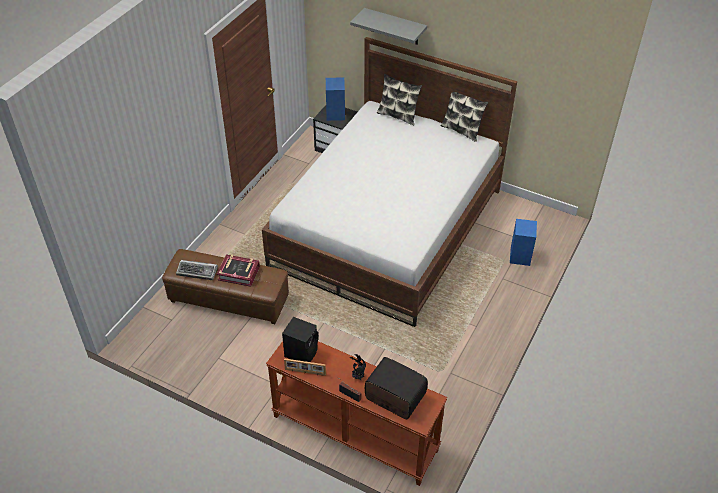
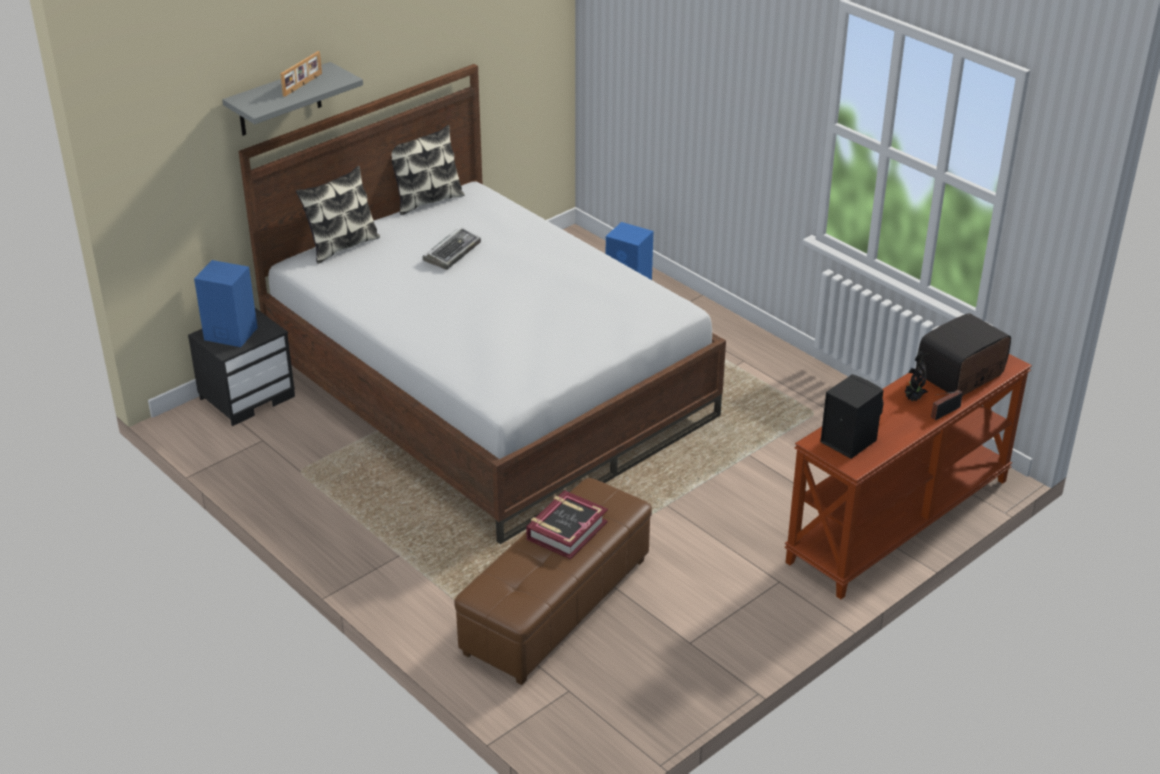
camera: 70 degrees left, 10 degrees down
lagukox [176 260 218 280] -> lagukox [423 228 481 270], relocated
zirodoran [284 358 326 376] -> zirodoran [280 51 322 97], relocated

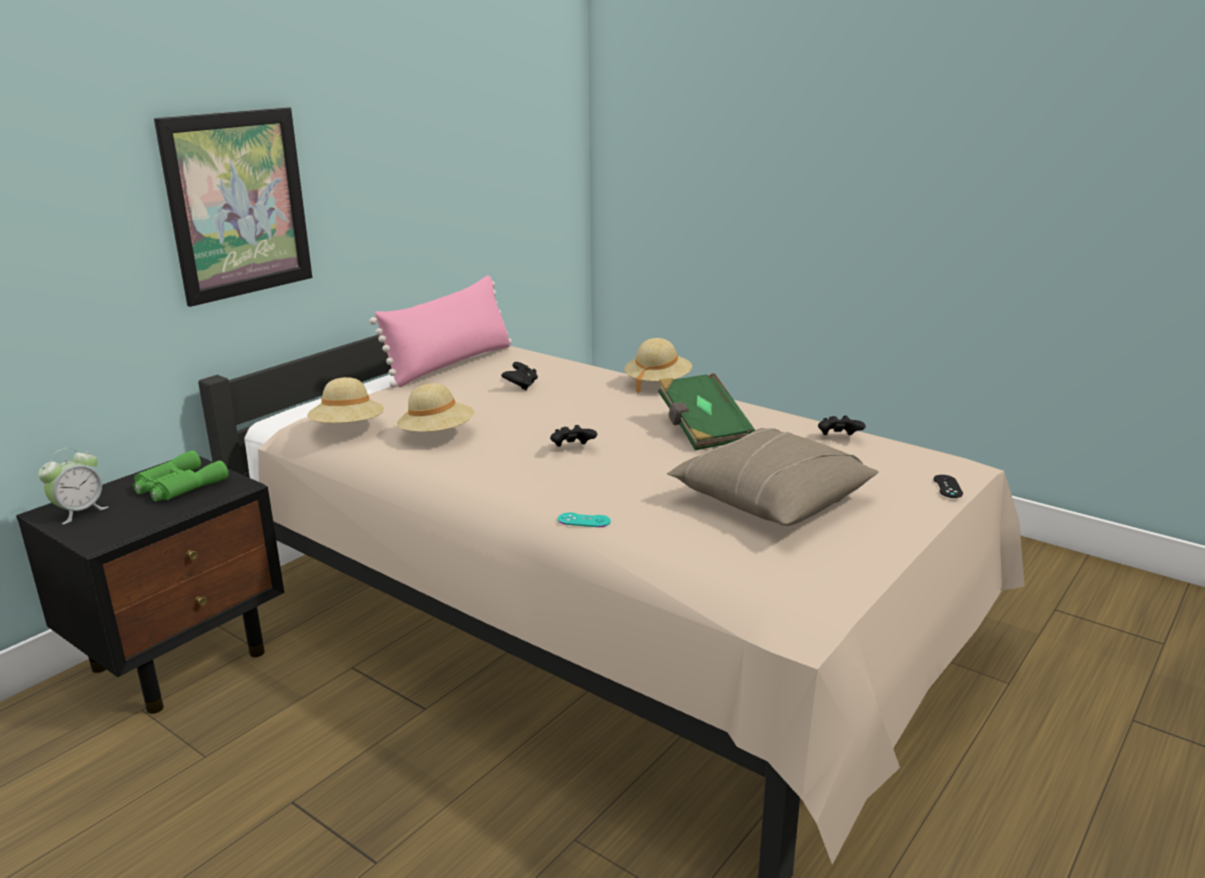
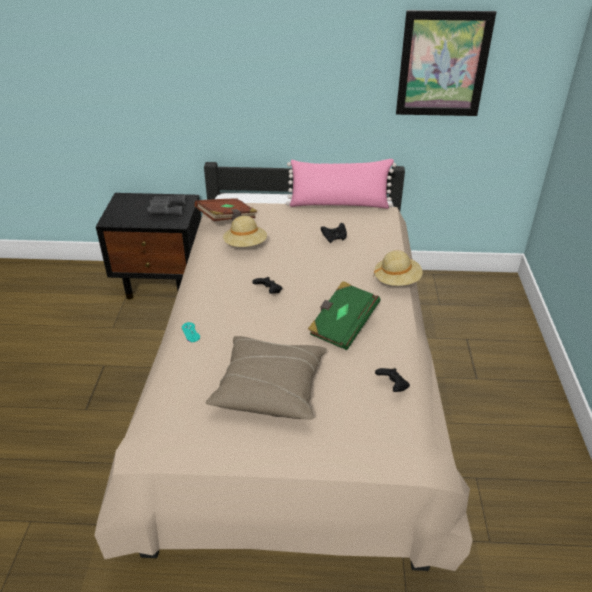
camera: 55 degrees right, 15 degrees up
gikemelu [154 107 312 307] -> gikemelu [396 10 496 116], relocated
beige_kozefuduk [307 377 384 423] -> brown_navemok [194 198 258 221]
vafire [38 448 108 524] -> none
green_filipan [133 450 229 501] -> grey_filipan [148 195 186 216]
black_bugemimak [934 475 963 498] -> none

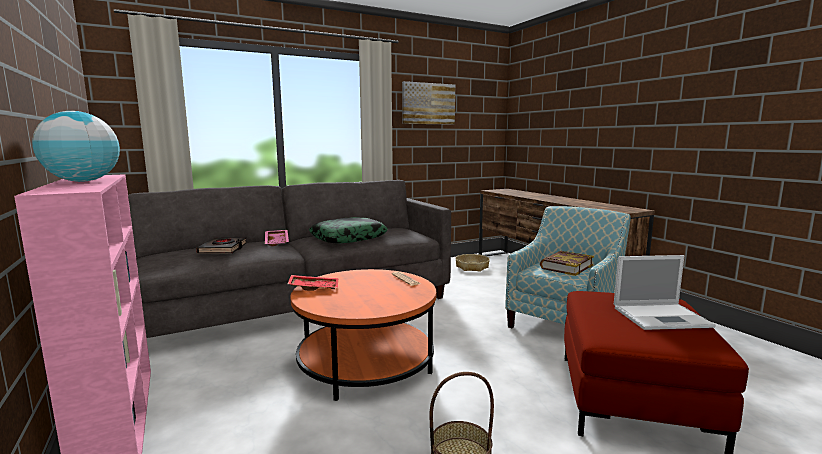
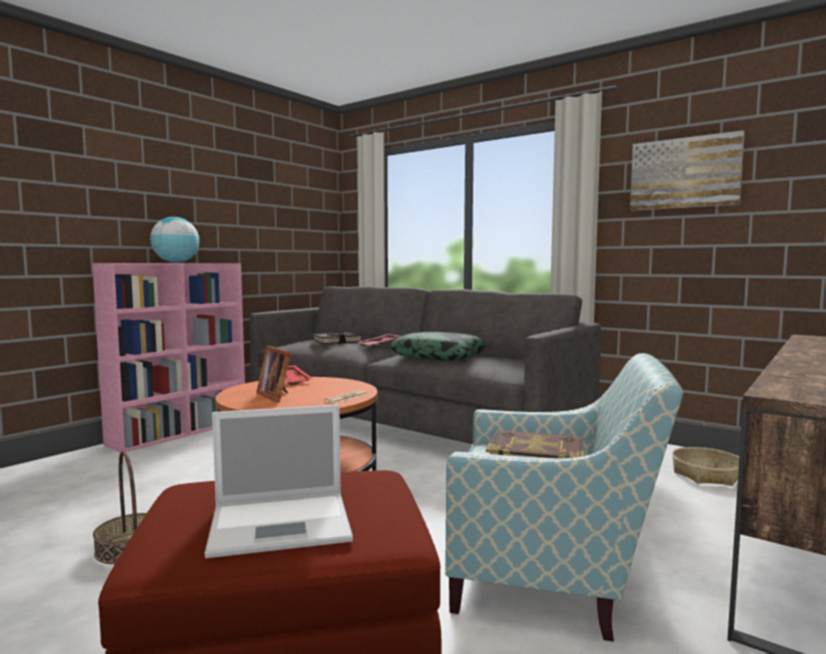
camera: 65 degrees right, 5 degrees down
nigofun [614 255 716 330] -> nigofun [205 405 353 558], 75 degrees counterclockwise
none -> zirodoran [256 346 291 403]

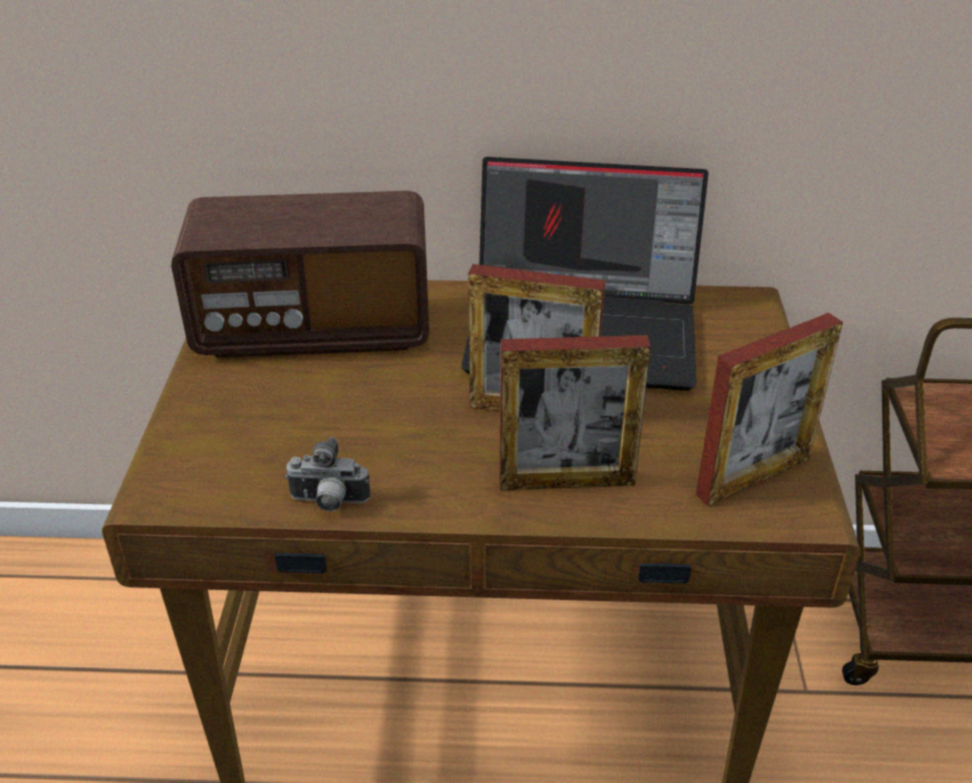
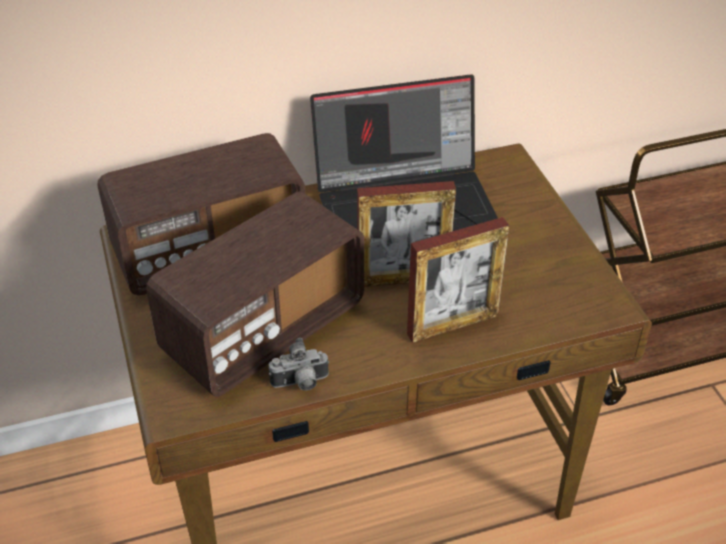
camera: 20 degrees left, 5 degrees up
zirodoran [696 313 843 506] -> none
none -> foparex [146 191 364 397]

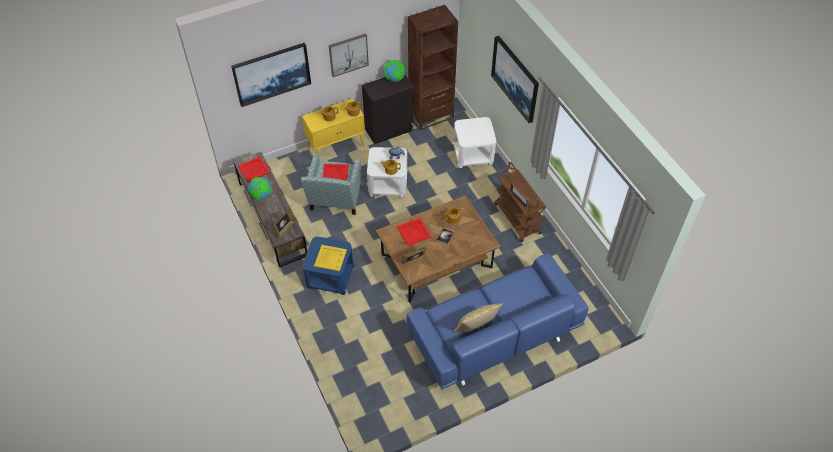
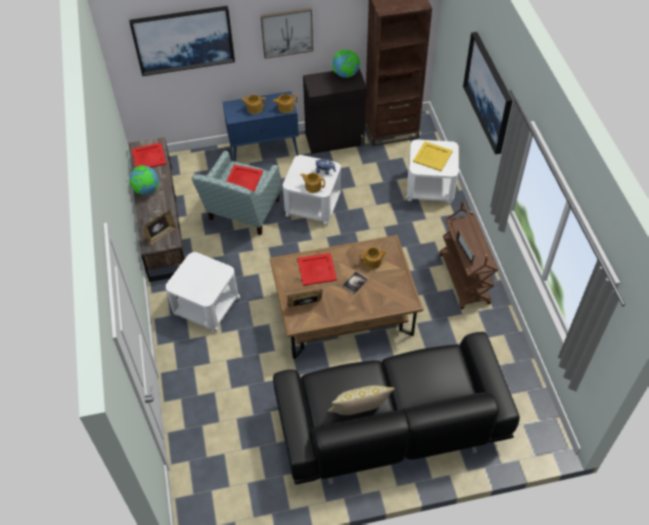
camera: 15 degrees right, 0 degrees up
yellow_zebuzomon [302 99 365 155] -> blue_zebuzomon [223 91 299 162]
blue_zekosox [302 237 355 295] -> white_zekosox [166 252 240 332]
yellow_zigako [314 245 347 271] -> yellow_zigako [413 141 453 171], relocated
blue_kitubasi [407 253 588 389] -> black_kitubasi [273 332 520 485]

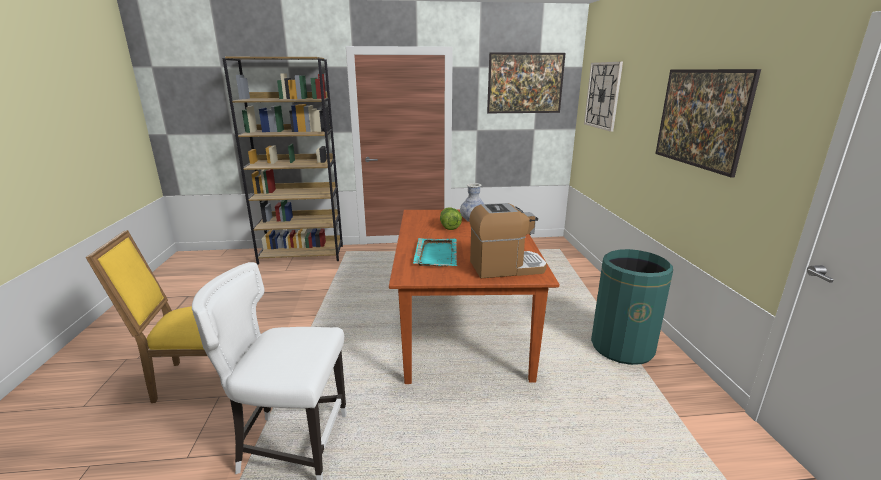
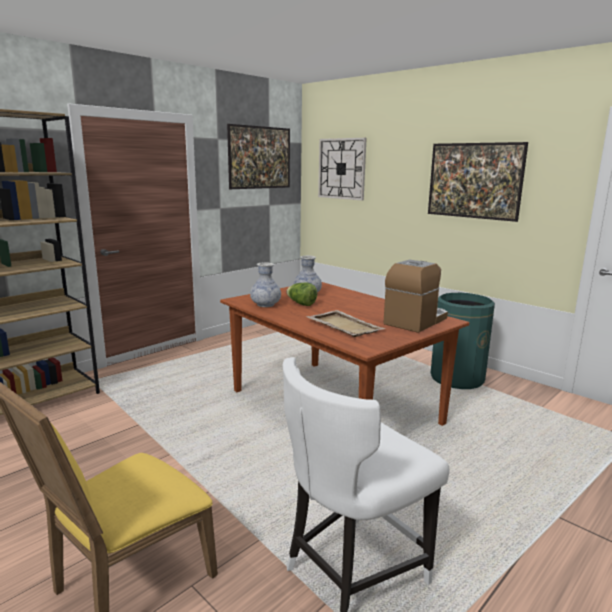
camera: 40 degrees left, 5 degrees down
turquoise_zigako [413 238 457 267] -> beige_zigako [306 310 386 337]
none -> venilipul [250 262 281 307]

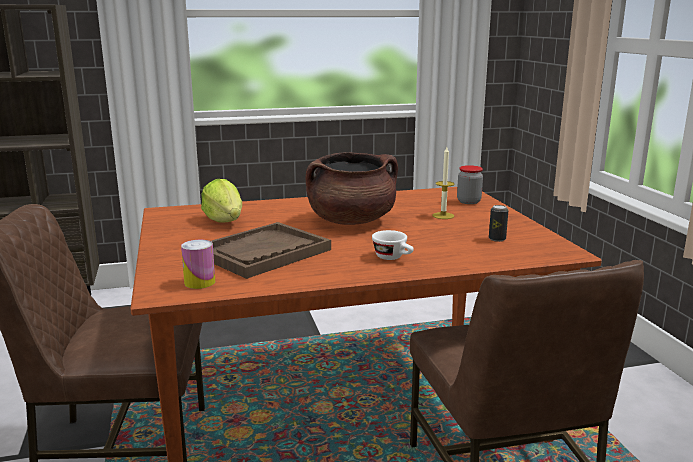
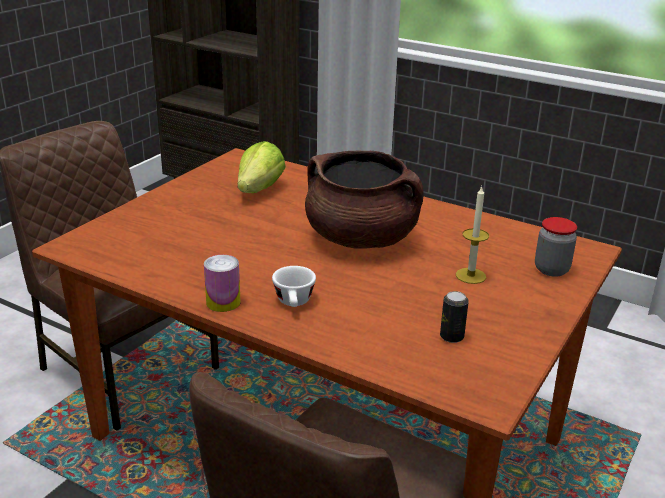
camera: 45 degrees right, 10 degrees up
brown_zigako [211 222 331 279] -> none
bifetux [181 240 215 289] -> bifetux [204 255 241 312], relocated

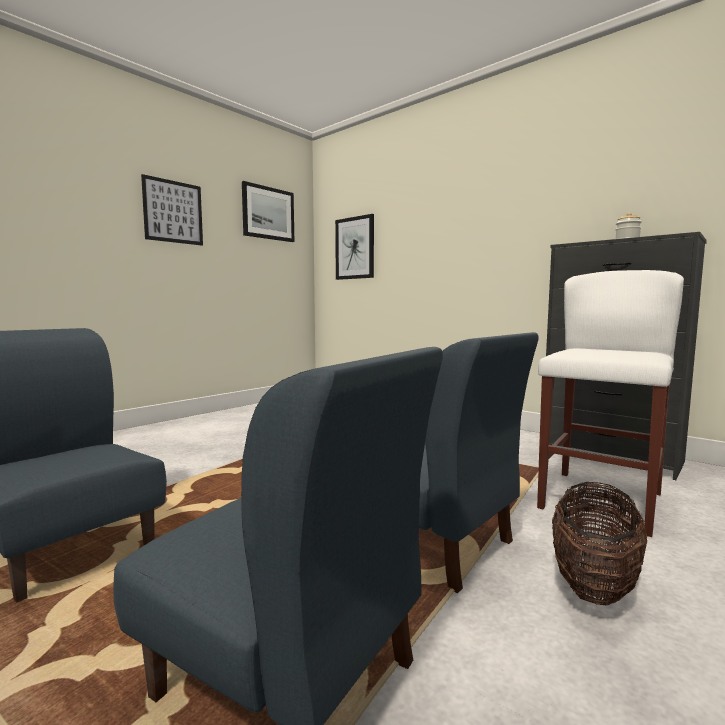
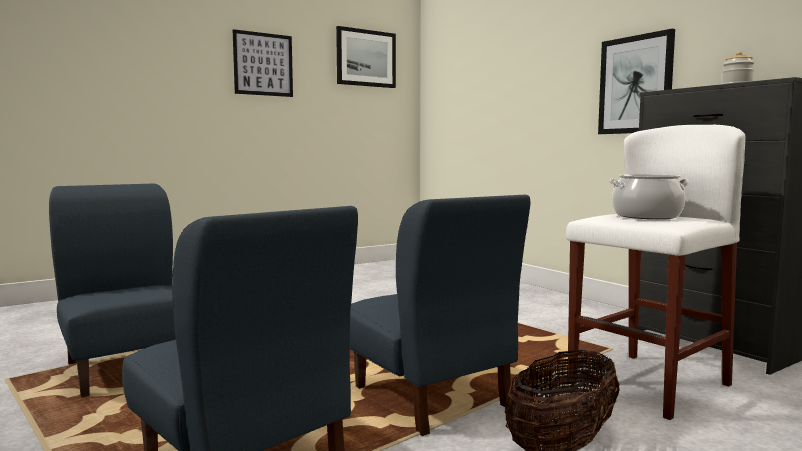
camera: 15 degrees right, 0 degrees up
gikemelu [335 214 374 280] -> gikemelu [598 29 675 134], relocated
none -> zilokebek [609 174 690 219]

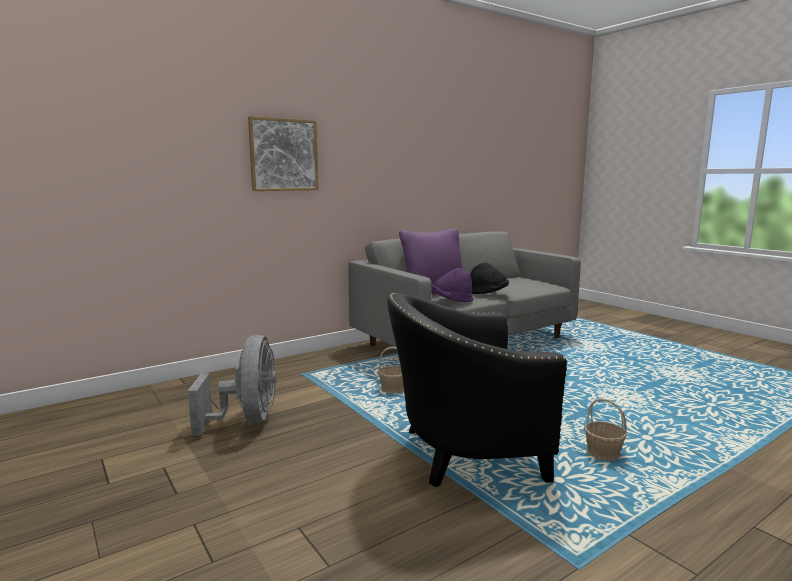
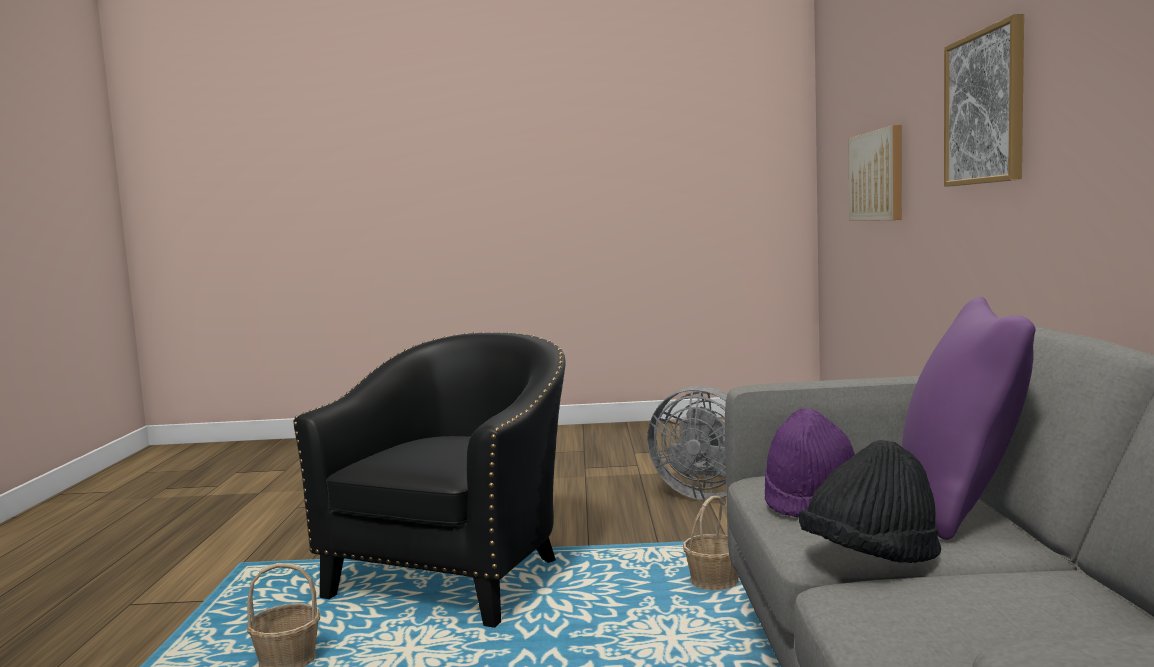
camera: 125 degrees right, 5 degrees down
none -> gikemelu [848 125 902 221]

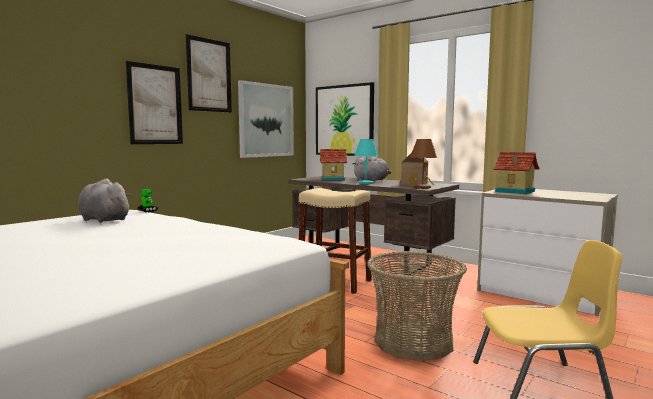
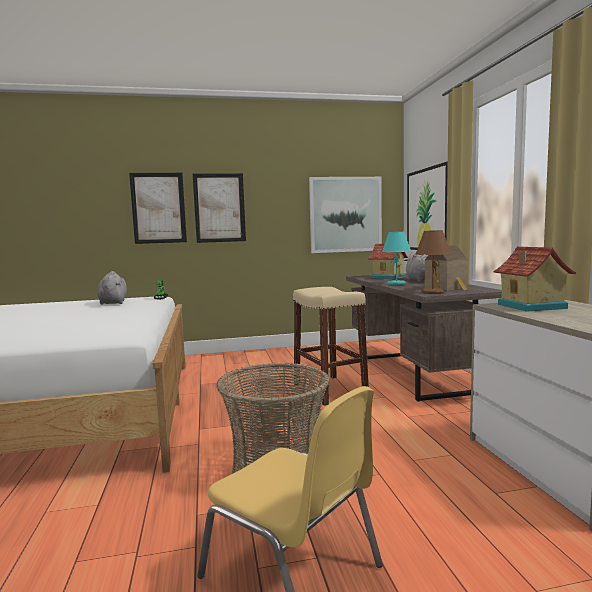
camera: 40 degrees right, 0 degrees up
gikemelu [186 34 232 113] -> gikemelu [129 173 187 244], relocated

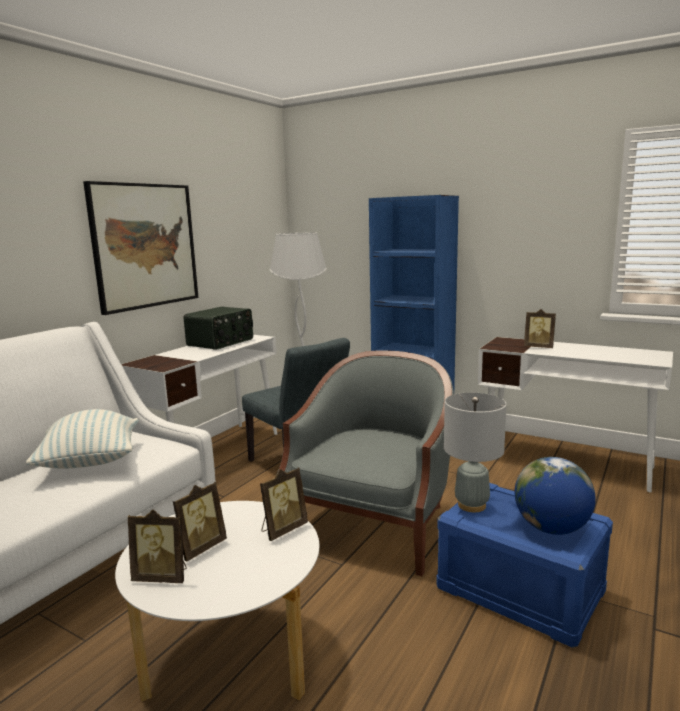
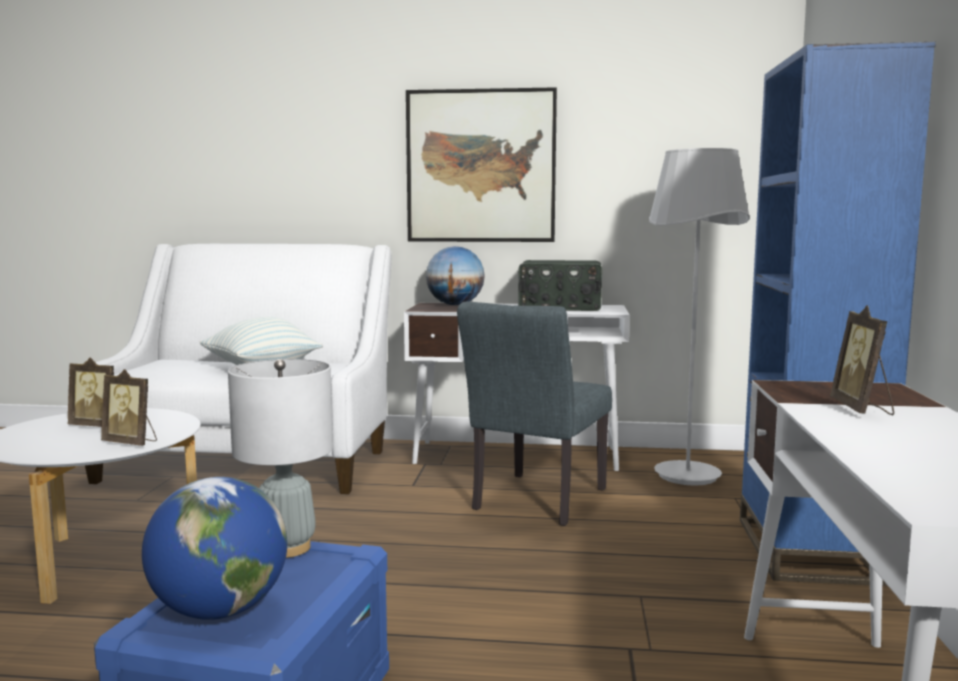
camera: 65 degrees right, 5 degrees down
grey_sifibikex [276 350 454 576] -> none
zirodoran [128 509 187 583] -> none
none -> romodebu [426 246 485 305]

